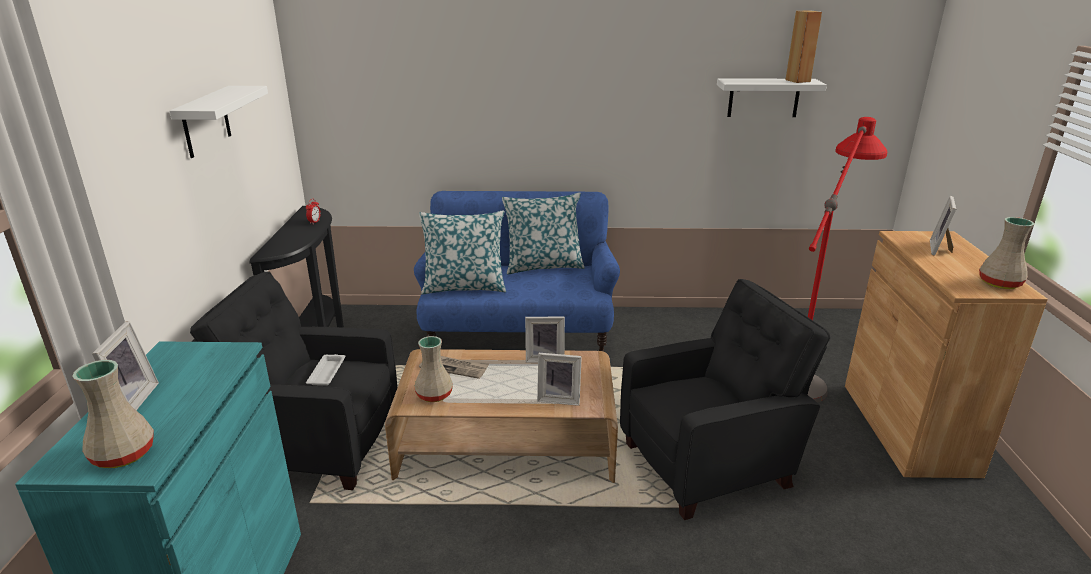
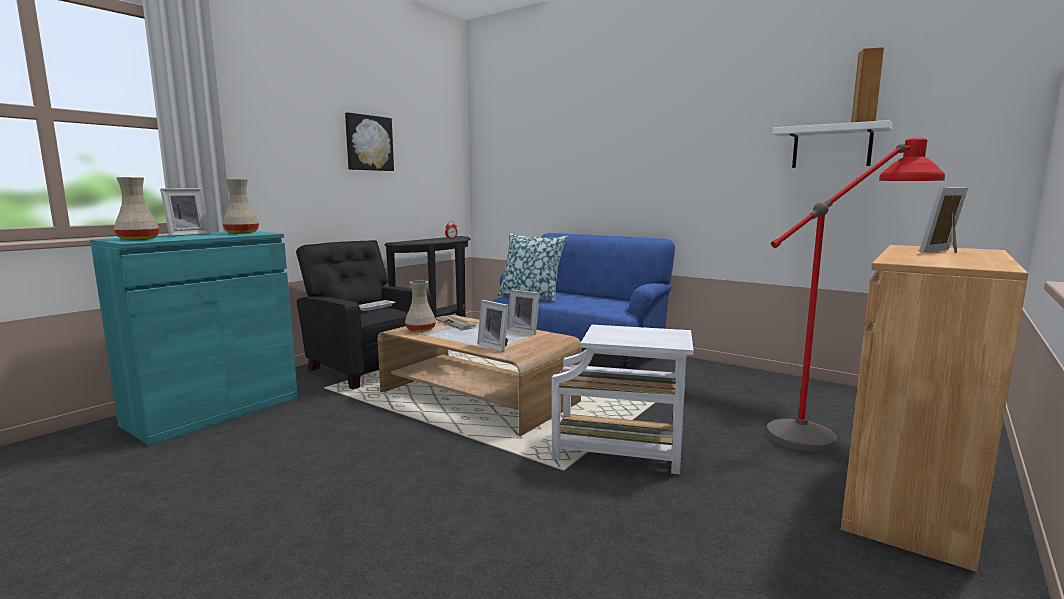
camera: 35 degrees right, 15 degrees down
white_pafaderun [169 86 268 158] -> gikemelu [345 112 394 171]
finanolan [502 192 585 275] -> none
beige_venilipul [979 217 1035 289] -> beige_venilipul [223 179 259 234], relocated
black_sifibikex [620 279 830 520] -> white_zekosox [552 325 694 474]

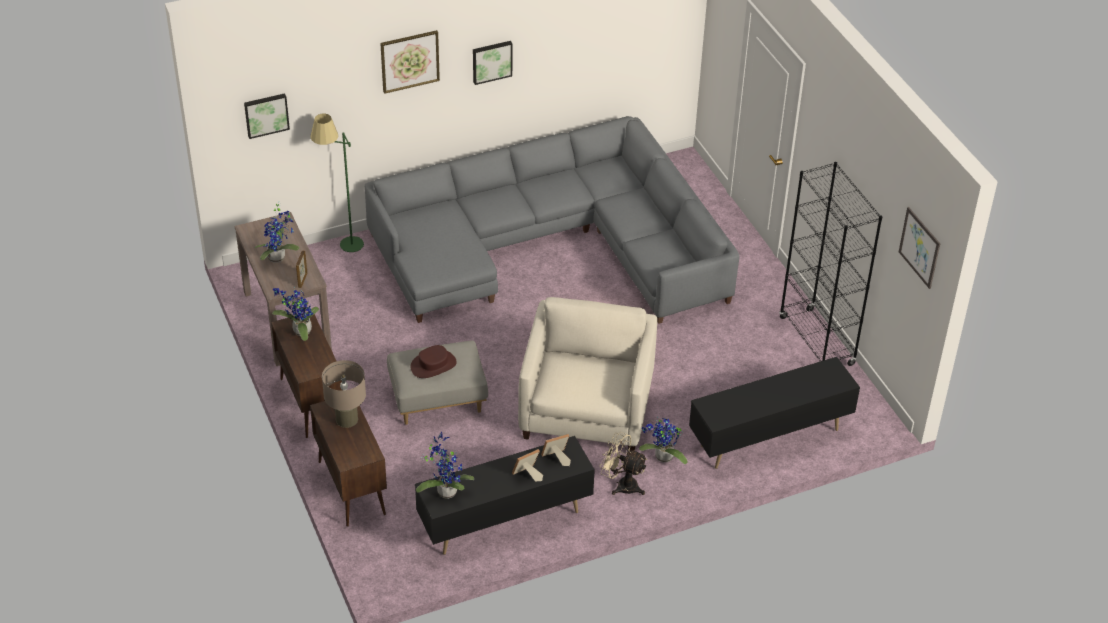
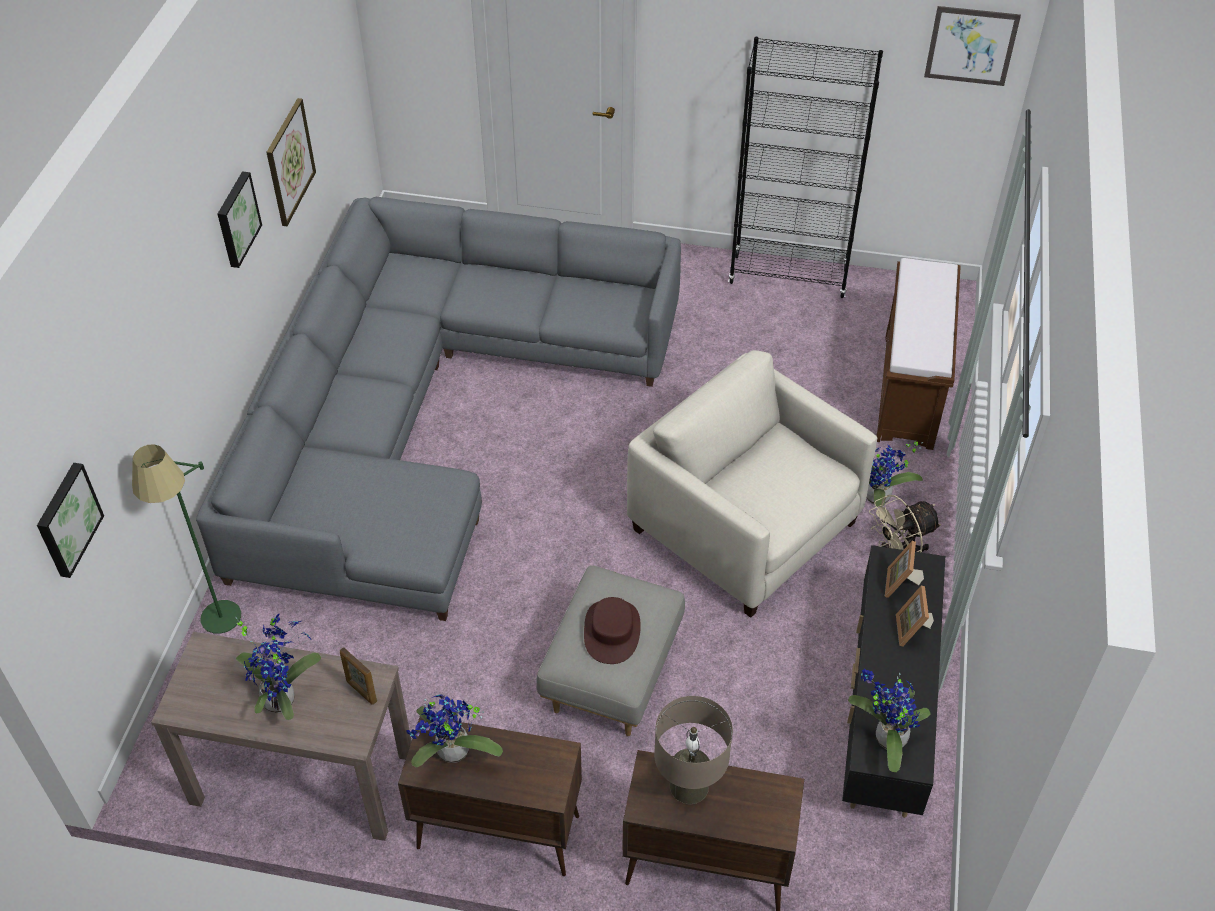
camera: 55 degrees left, 5 degrees up
gikemelu [380 30 440 94] -> gikemelu [266 98 316 226], relocated
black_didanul [689 357 860 469] -> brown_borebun [876 258 961 450]

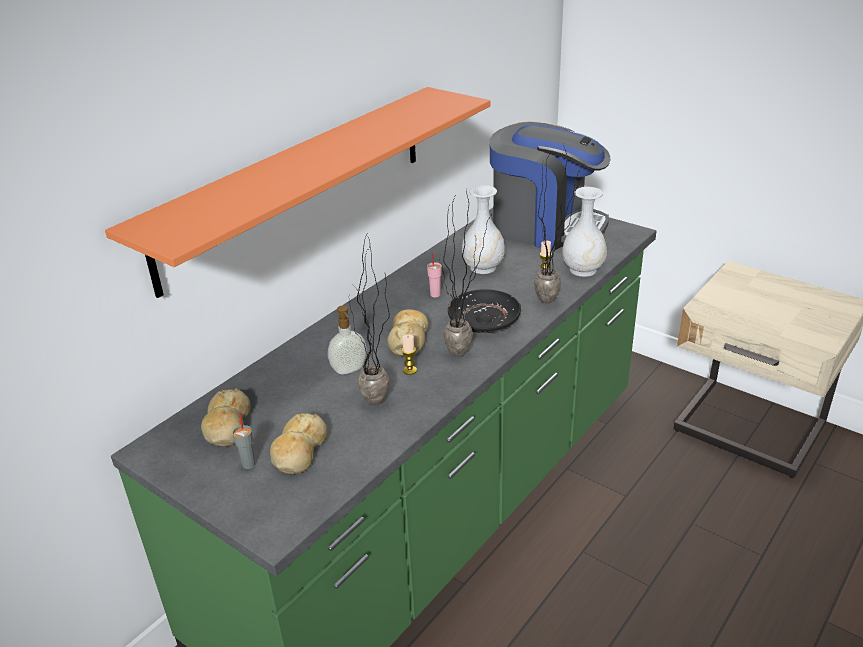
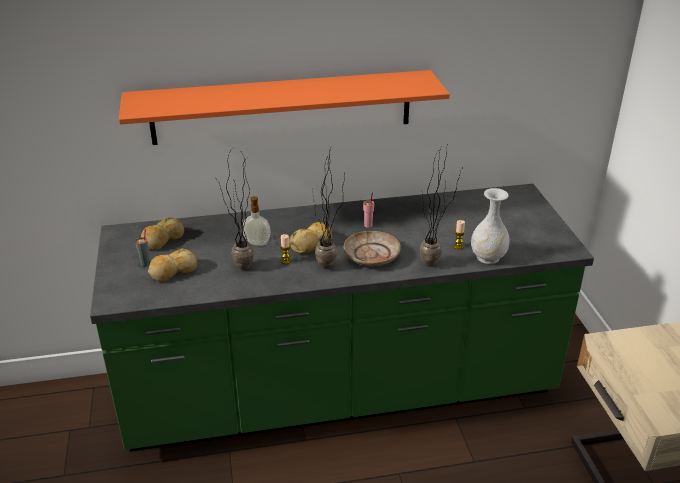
camera: 40 degrees right, 0 degrees up
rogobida [490 121 611 250] -> none
white_venilipul [462 185 505 274] -> none
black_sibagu [448 289 521 333] -> beige_sibagu [344 231 401 266]

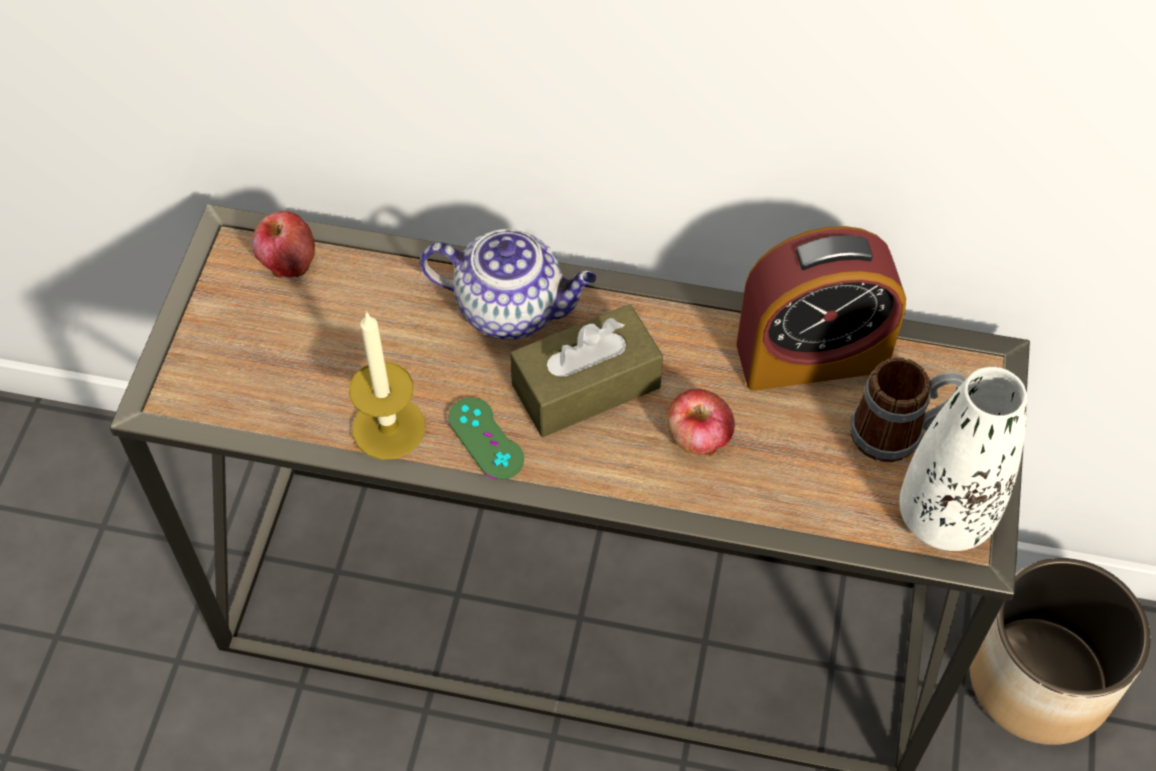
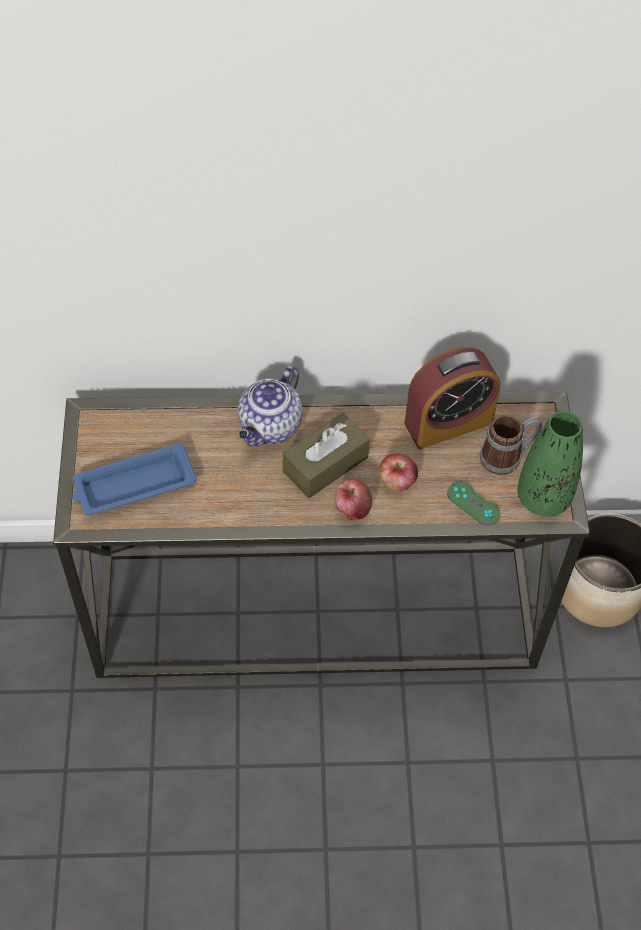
camera: 15 degrees left, 0 degrees up
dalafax [252 211 315 278] -> dalafax [334 479 372 520], relocated
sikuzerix [420 229 597 339] -> sikuzerix [238 365 303 447], 120 degrees clockwise
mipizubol [349 311 425 460] -> none
white_venilipul [899 367 1027 551] -> green_venilipul [517 411 583 517]
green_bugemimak [448 398 524 480] -> green_bugemimak [447 482 500 526], relocated
none -> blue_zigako [73 443 197 516]

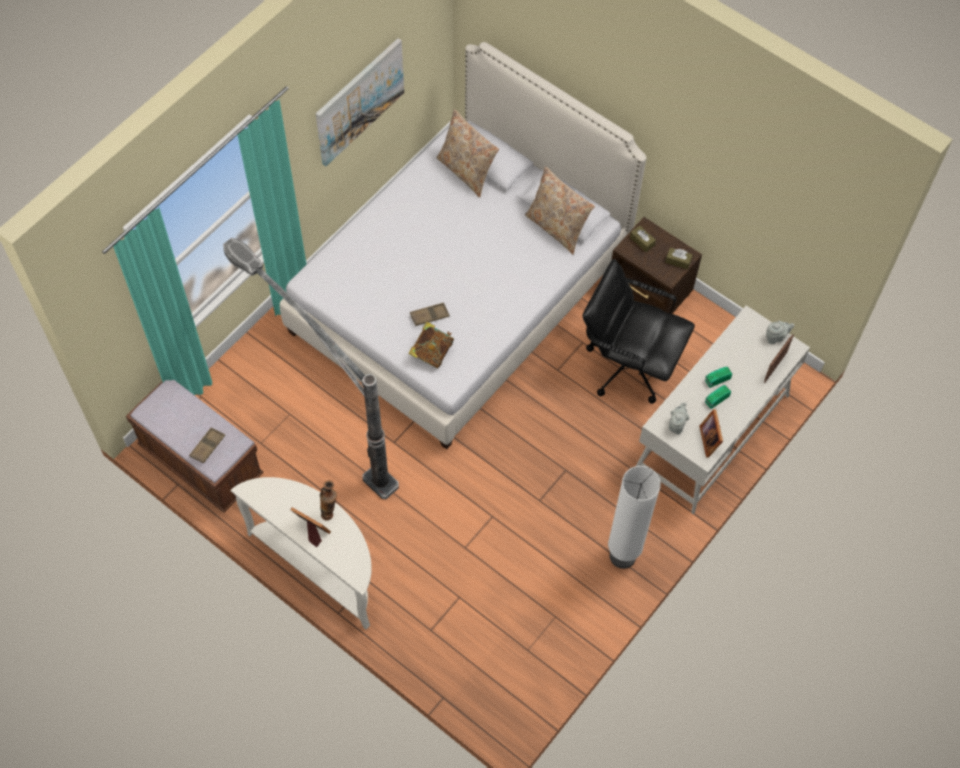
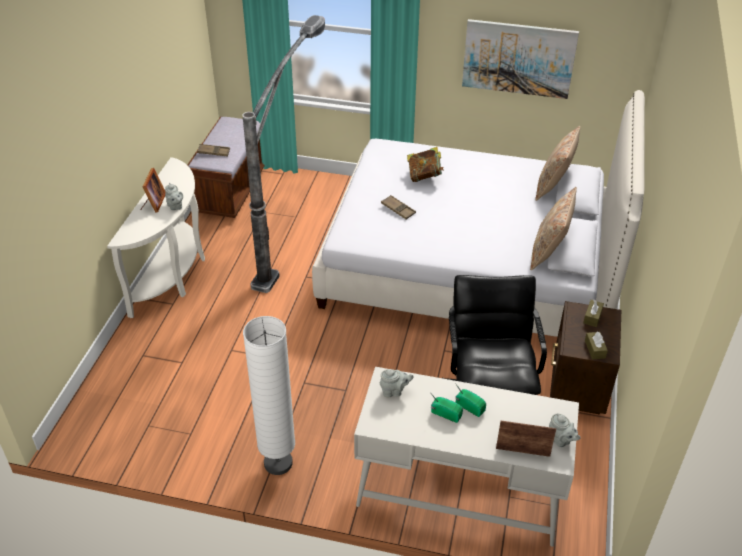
camera: 65 degrees right, 20 degrees down
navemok [408 322 454 368] -> navemok [407 147 444 182], relocated
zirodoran [700 409 723 457] -> none
venilipul [320 480 337 520] -> grey_sikuzerix [165 183 183 210]

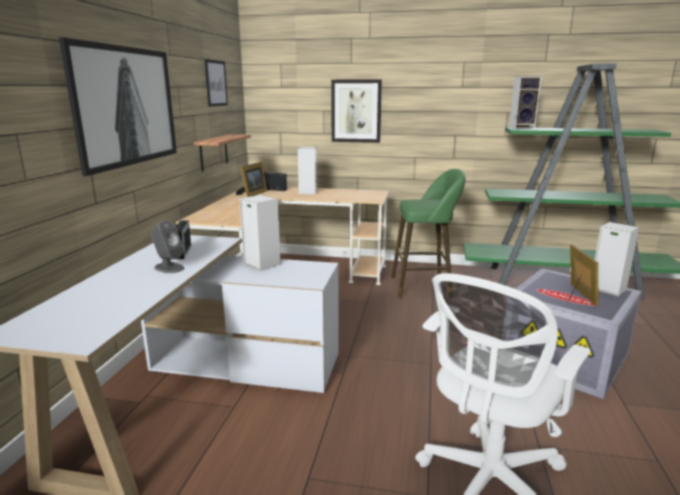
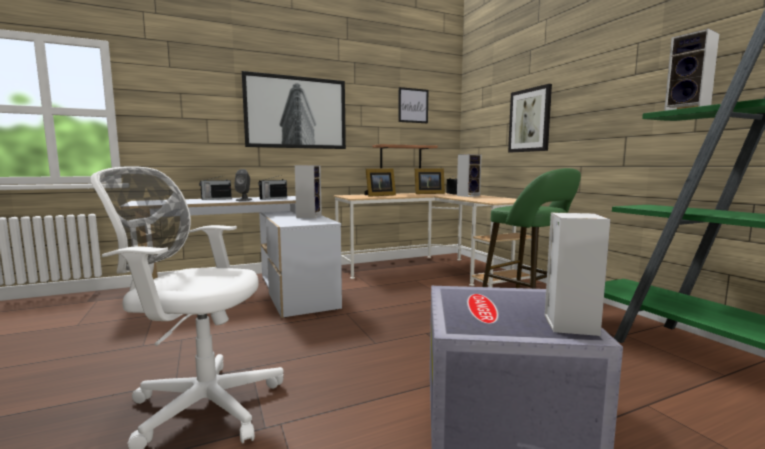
camera: 55 degrees right, 10 degrees down
zirodoran [568 245 599 306] -> zirodoran [364 169 396 197], relocated
none -> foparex [199 175 232 200]

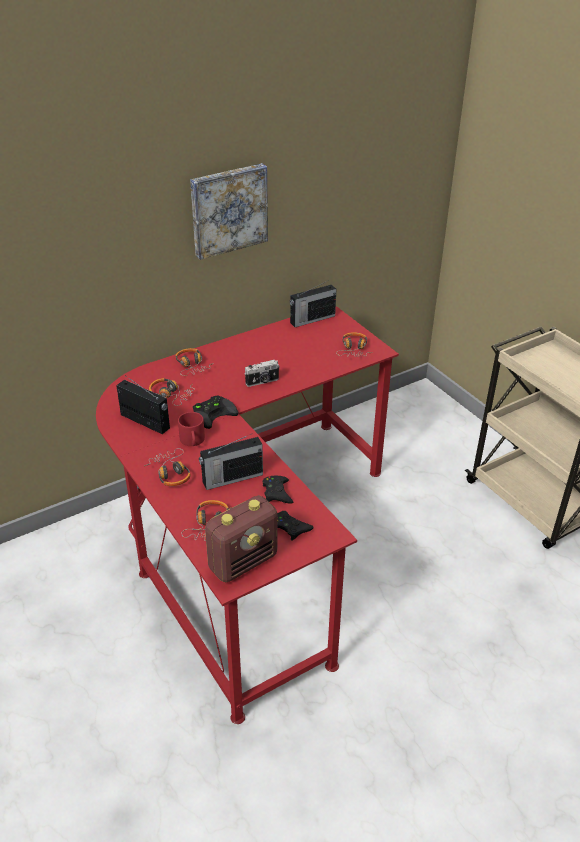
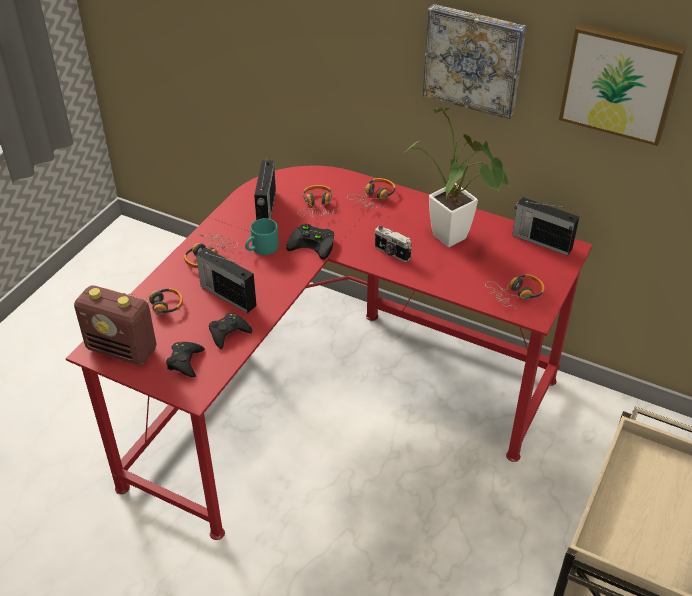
camera: 60 degrees right, 5 degrees up
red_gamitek [178 412 205 446] -> turquoise_gamitek [245 218 279 255]
none -> gikemelu [559 23 686 146]
none -> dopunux [405 108 509 247]

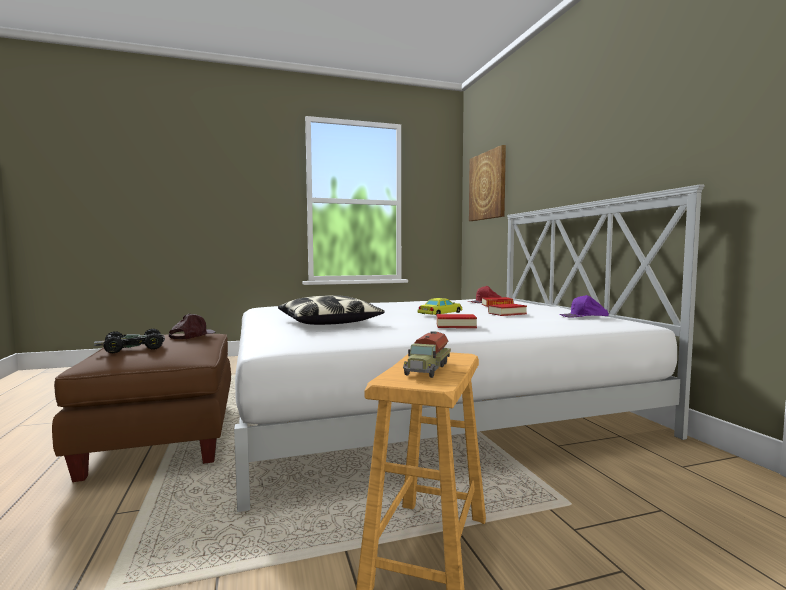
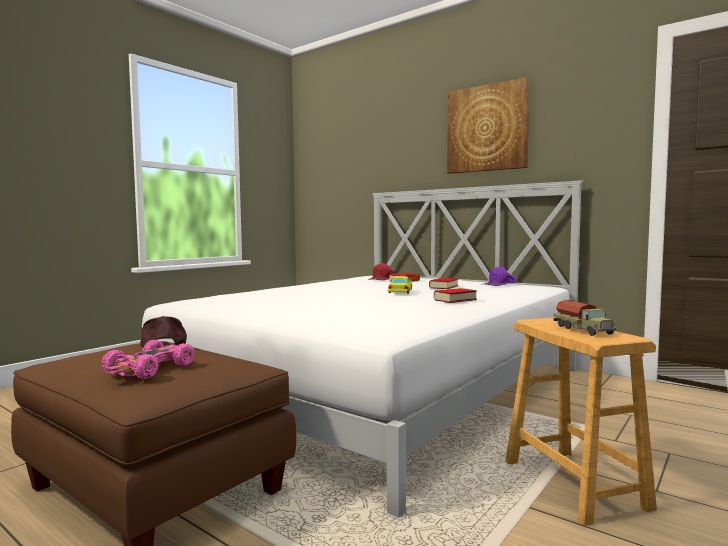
camera: 35 degrees left, 0 degrees up
gikemelu [469 145 506 221] -> gikemelu [447 77 530 174], relocated
finanolan [278 295 385 325] -> none
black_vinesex [94 329 165 353] -> pink_vinesex [102 340 195 379]

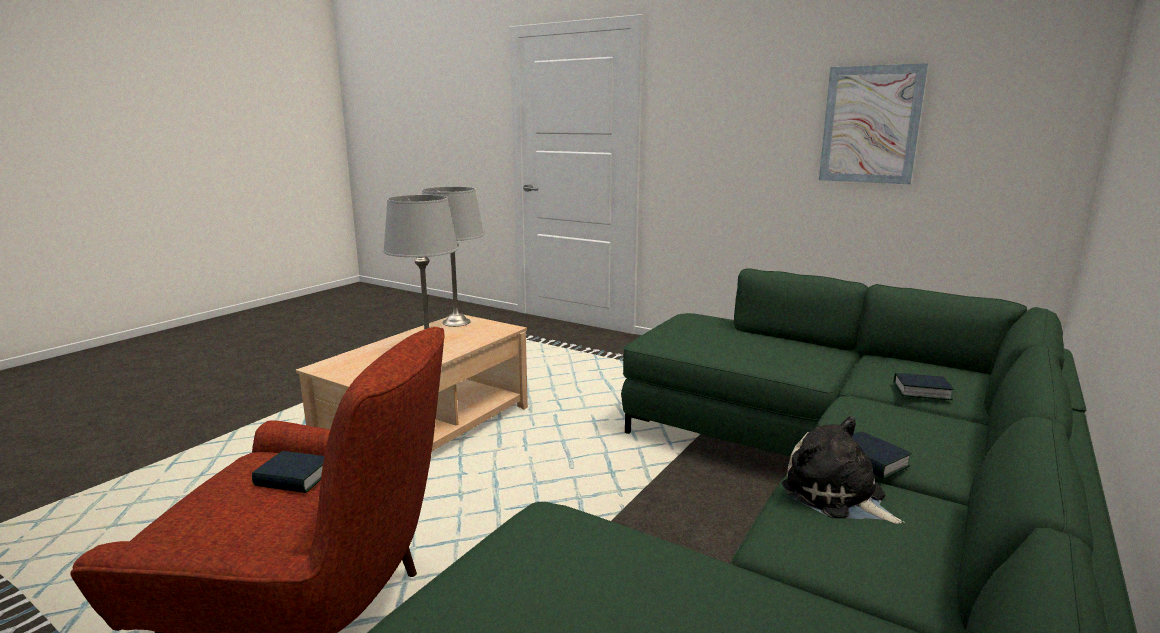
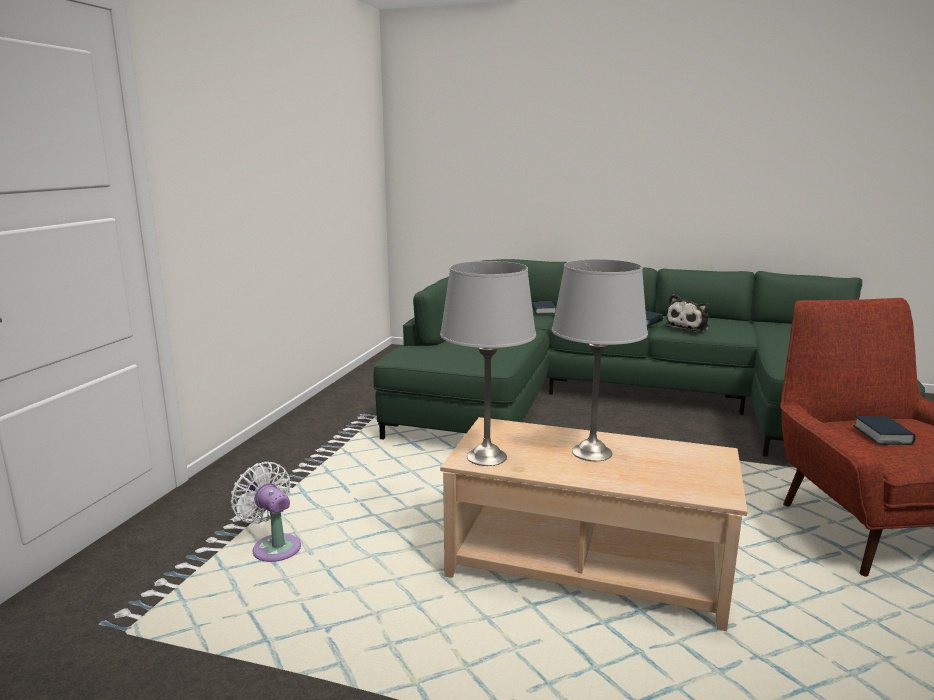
camera: 105 degrees left, 0 degrees up
gikemelu [819 63 928 184] -> none
none -> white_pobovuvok [231 462 301 562]

